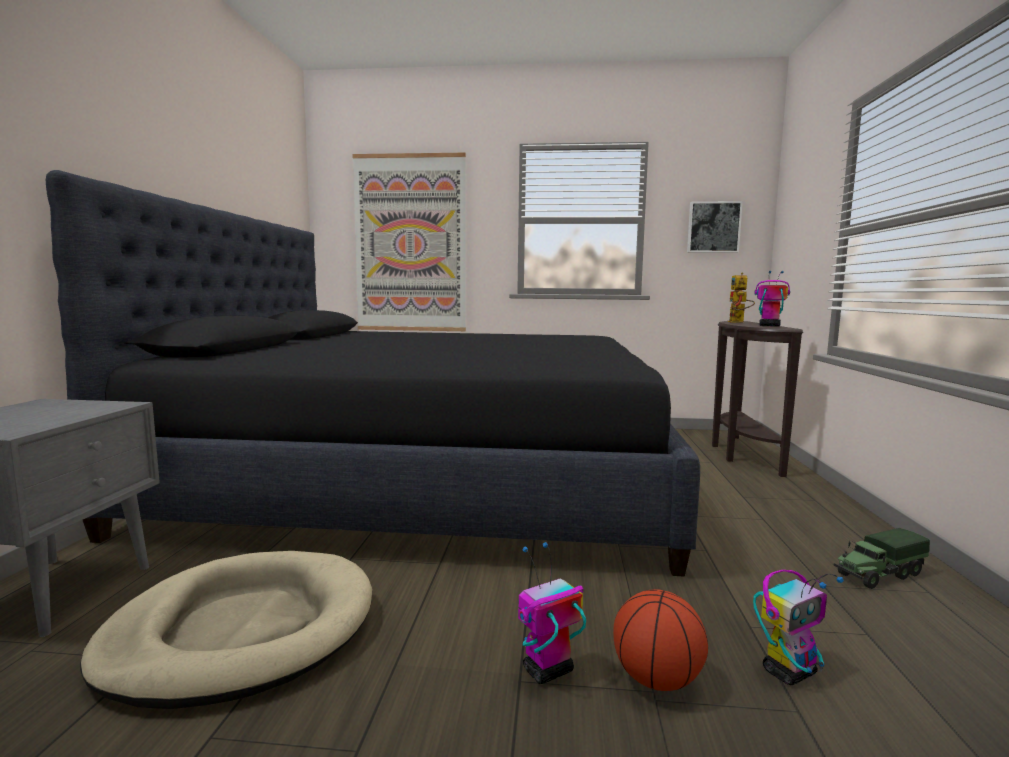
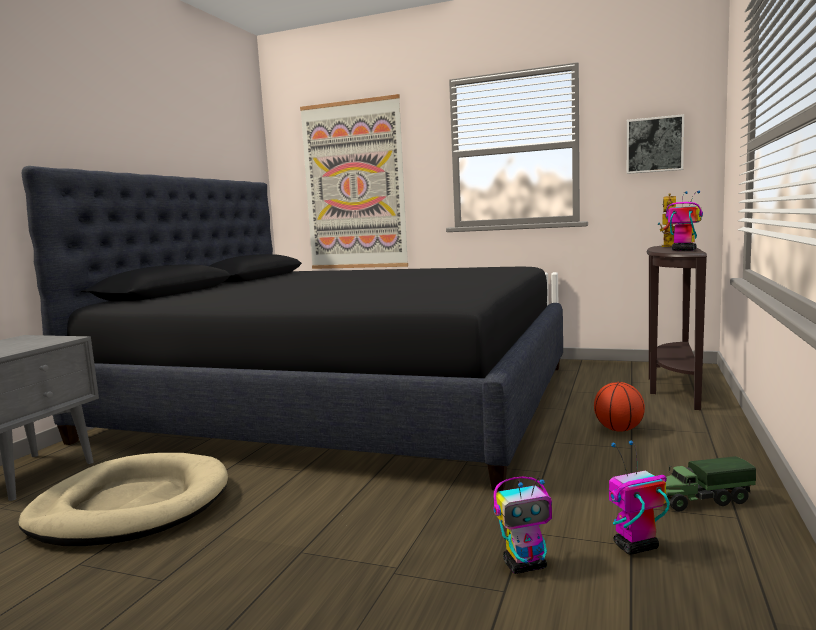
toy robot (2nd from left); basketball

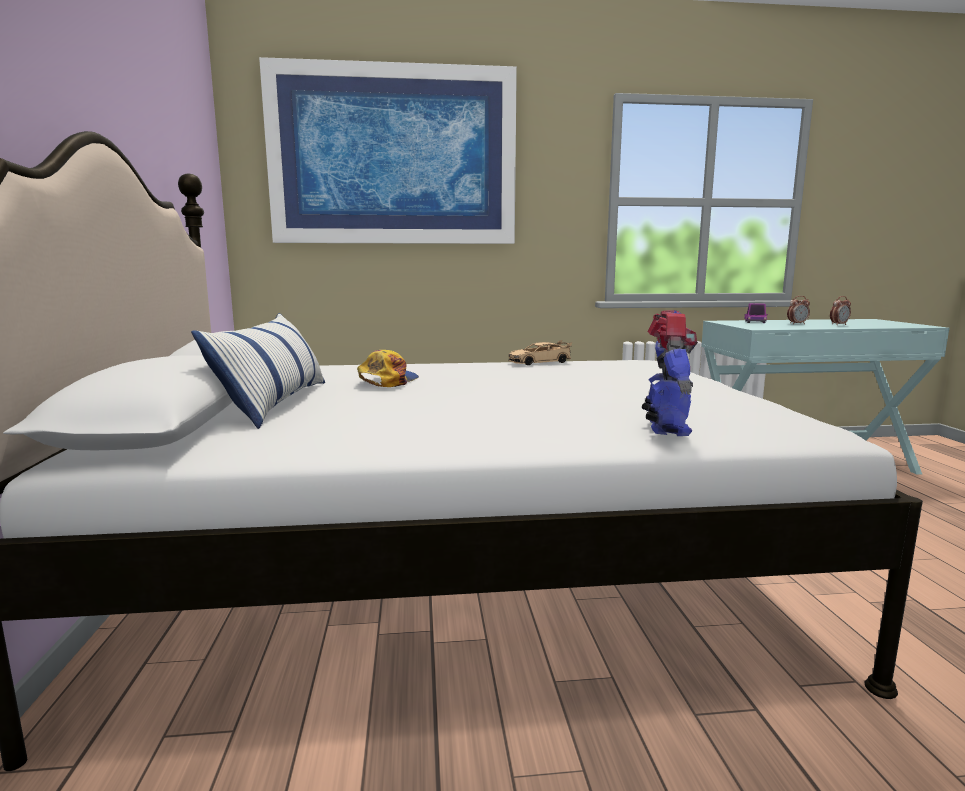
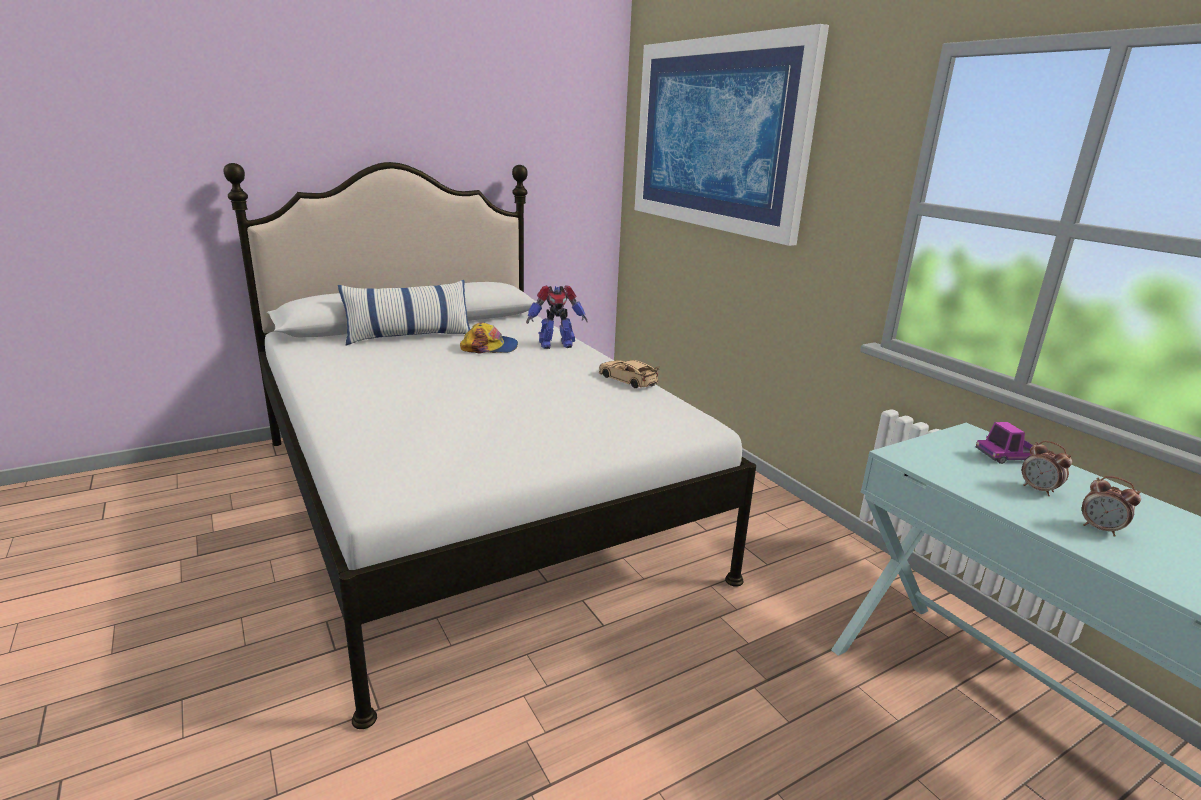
toy robot

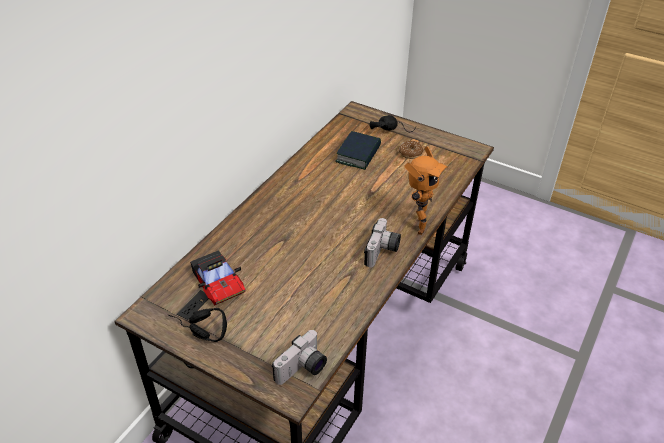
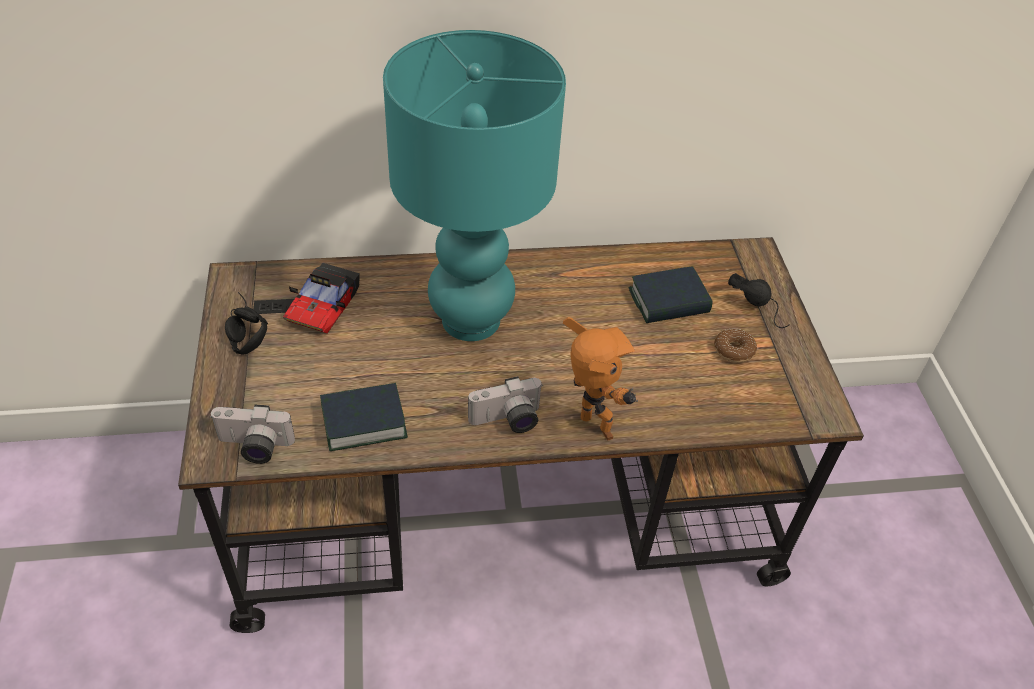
toy robot; table lamp (turquoise); book (1st from left)

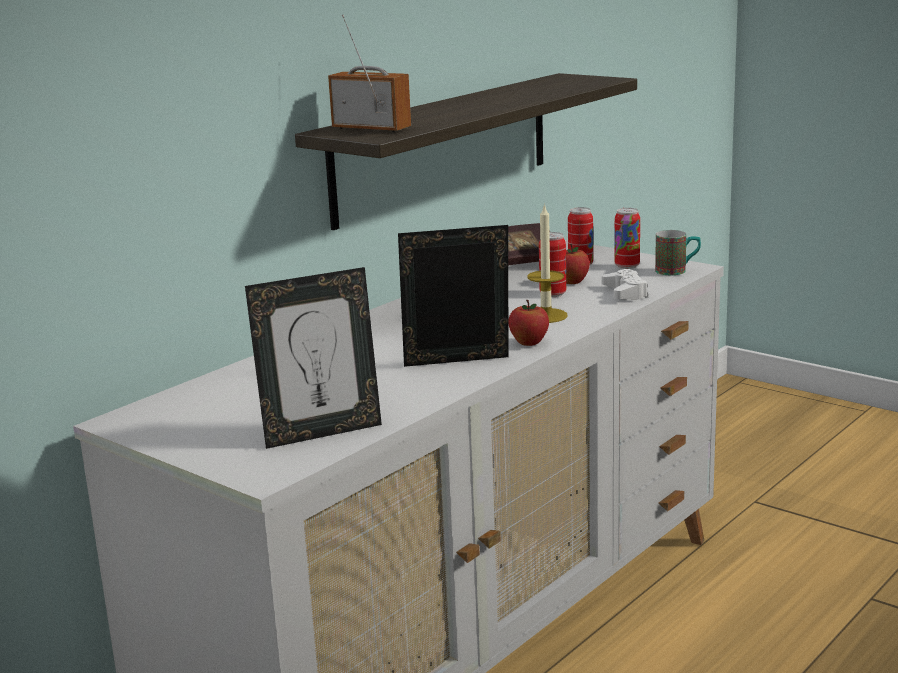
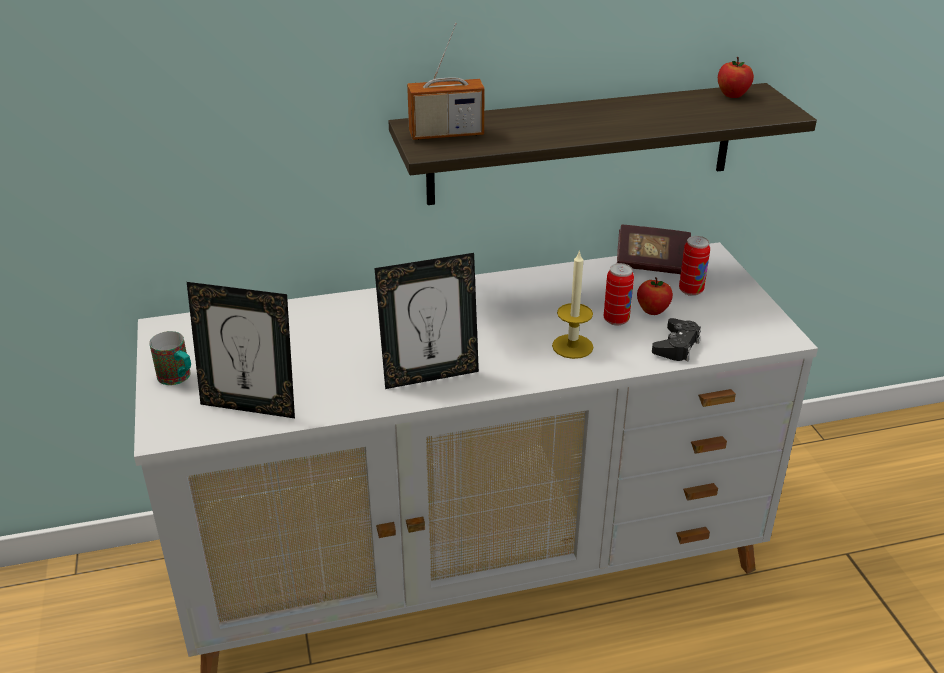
radio; can (3rd from left in the first image); picture frame (2nd from left); mug; game controller (black); apple (2nd from left)

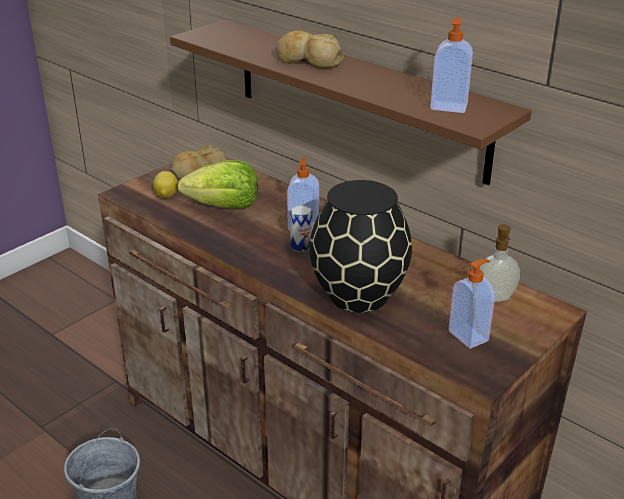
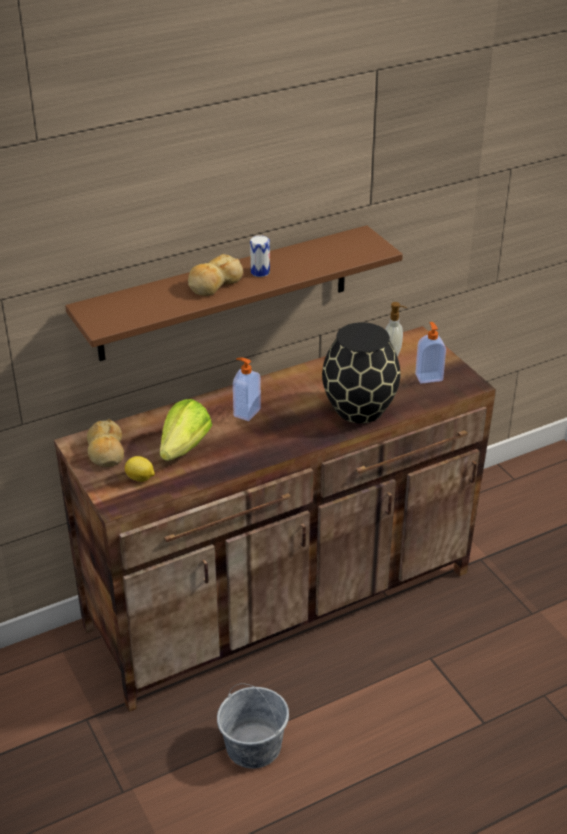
soap dispenser (2nd from left in the first image); can

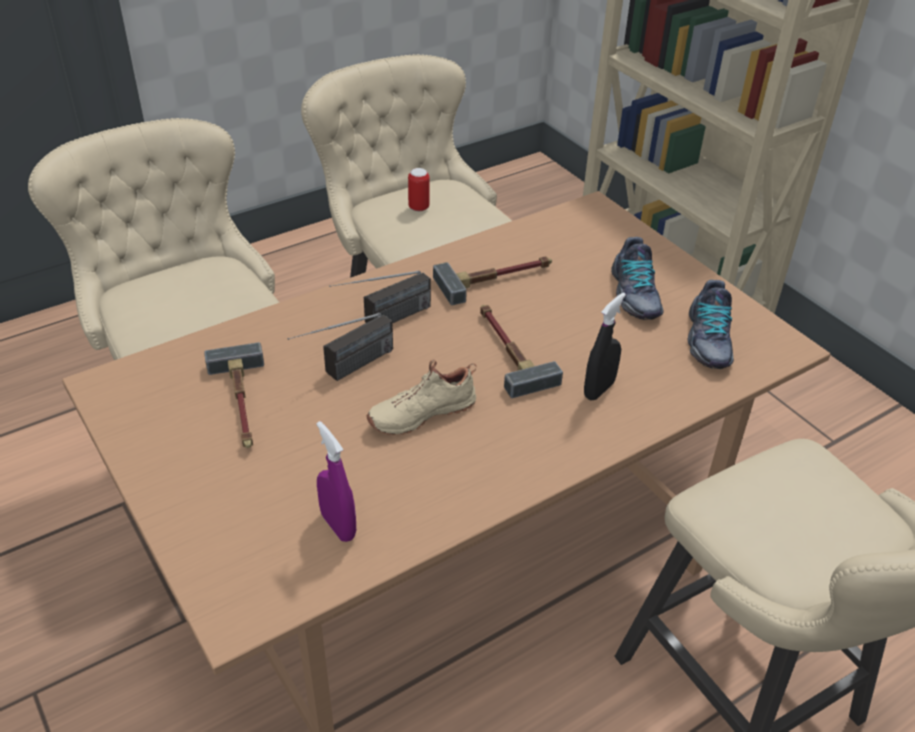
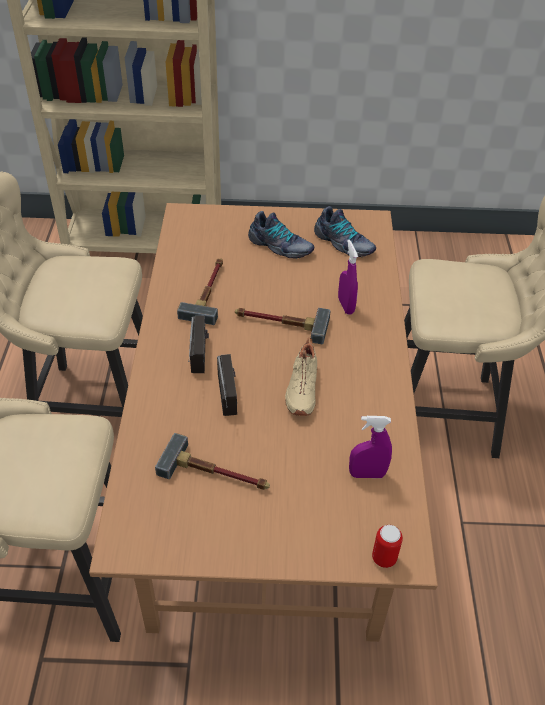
can; spray bottle (purple) (1st from left)

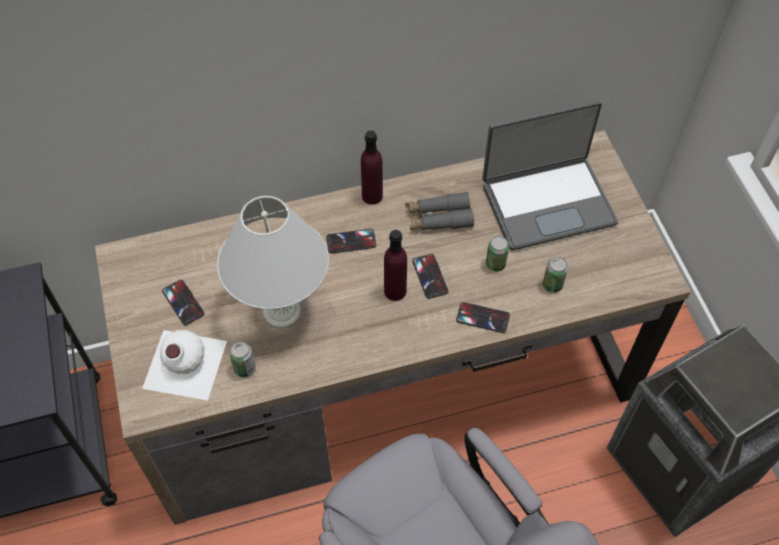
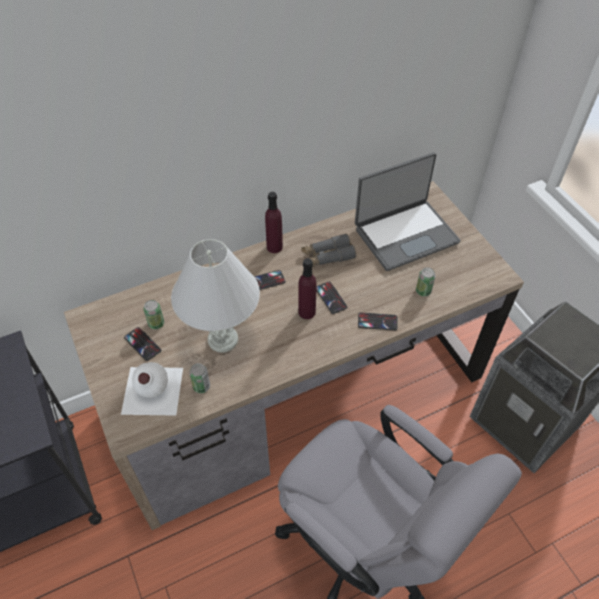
can (1st from left)

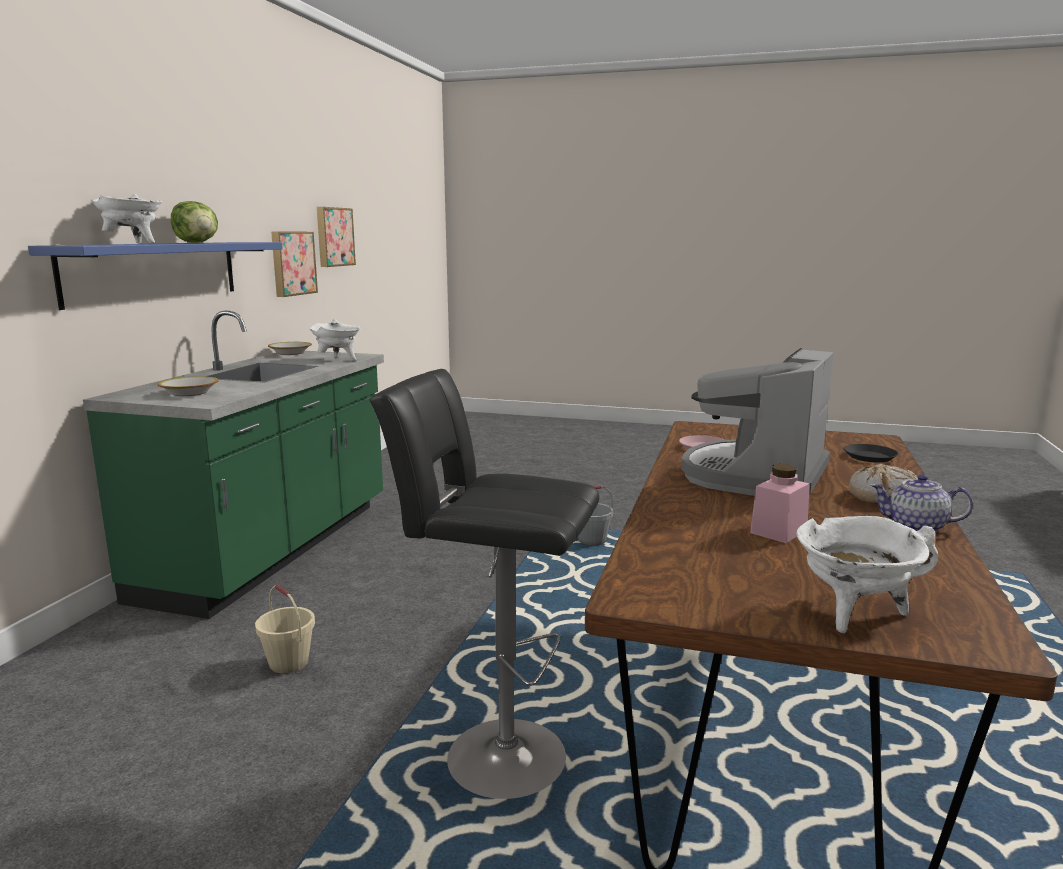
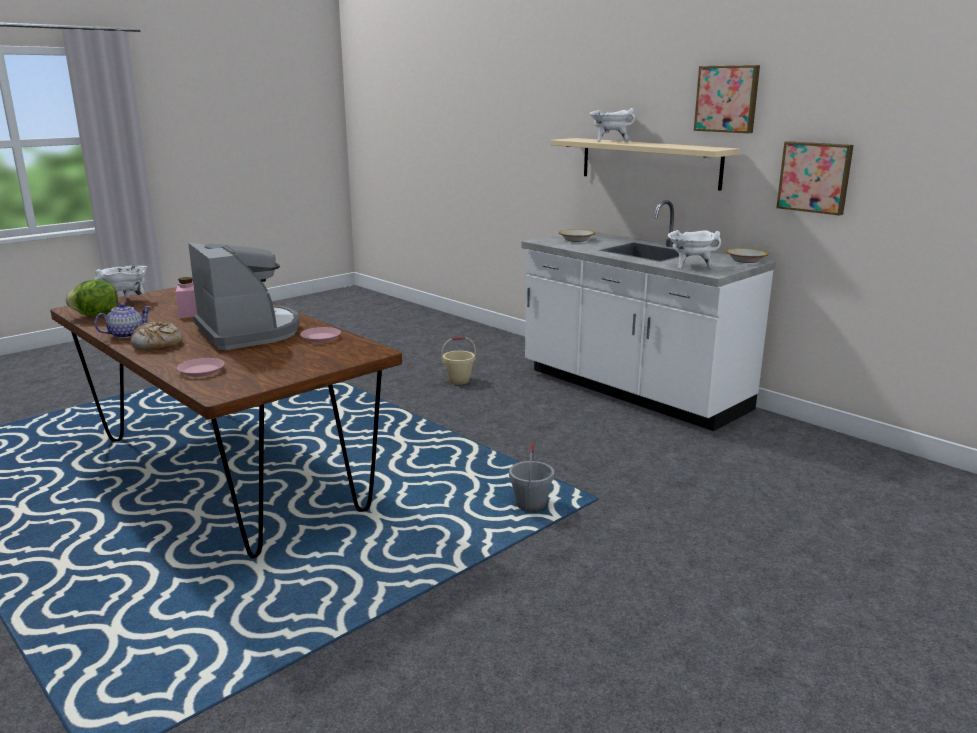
lettuce; picture (1st from left); shelf (beige); counter (white); stool (black); plate (pink) (1st from left)

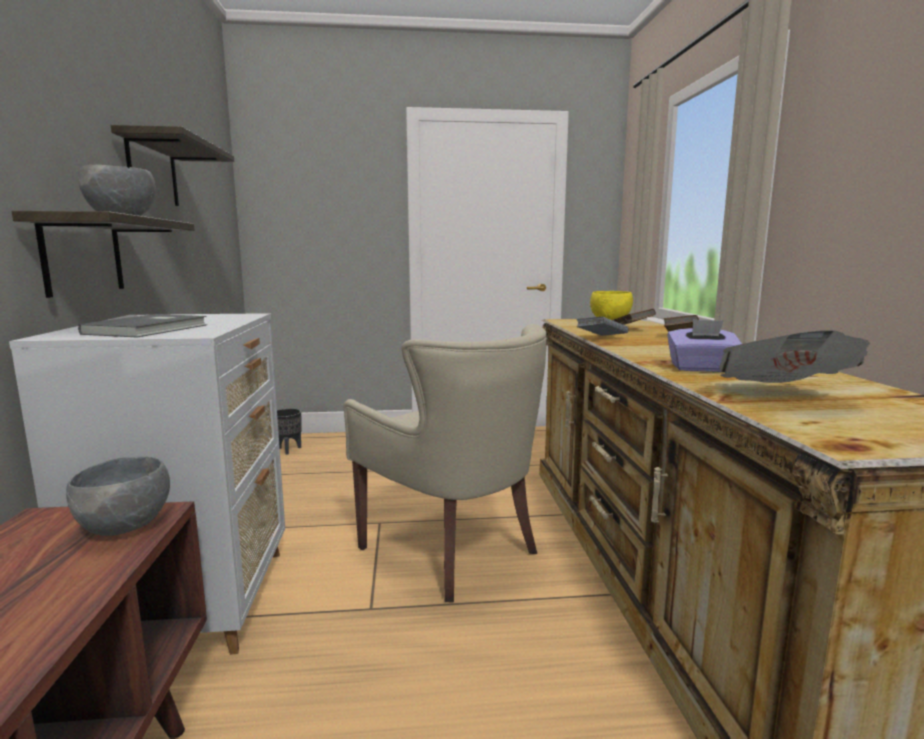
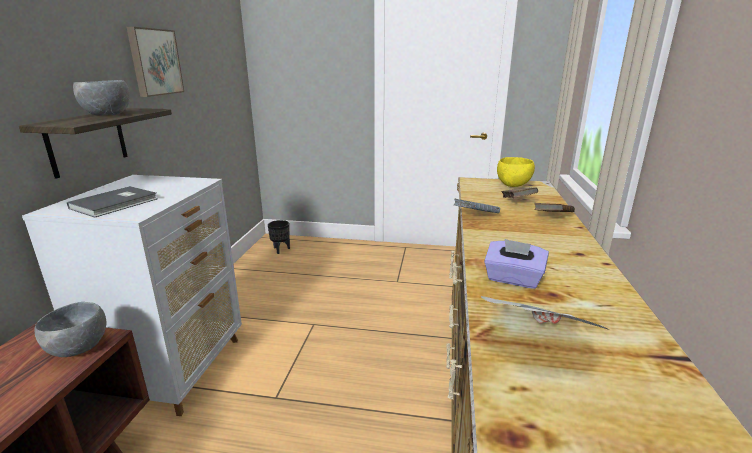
picture; armchair (beige)

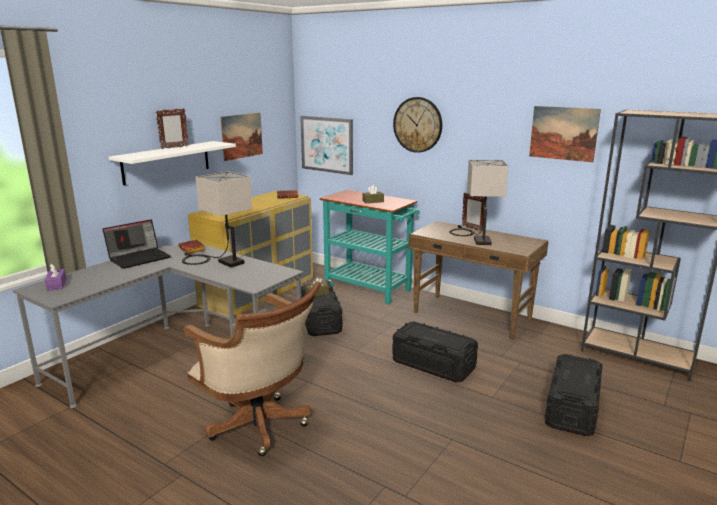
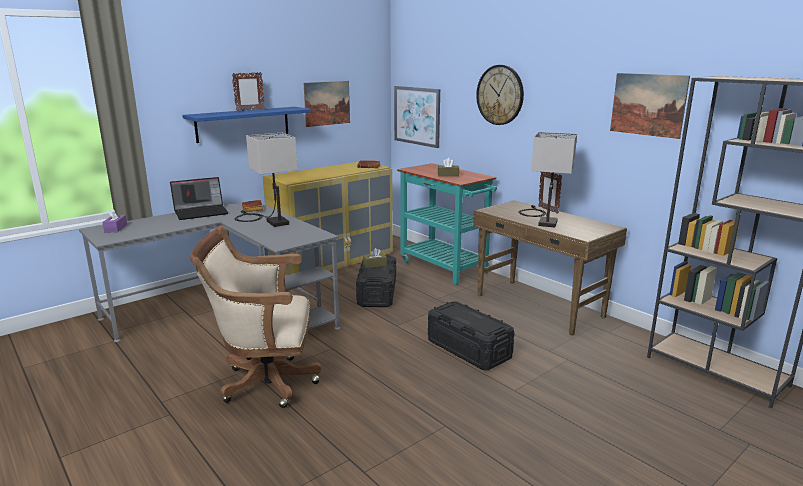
shelf (blue); office chair; storage box (black) (3rd from left in the first image)

